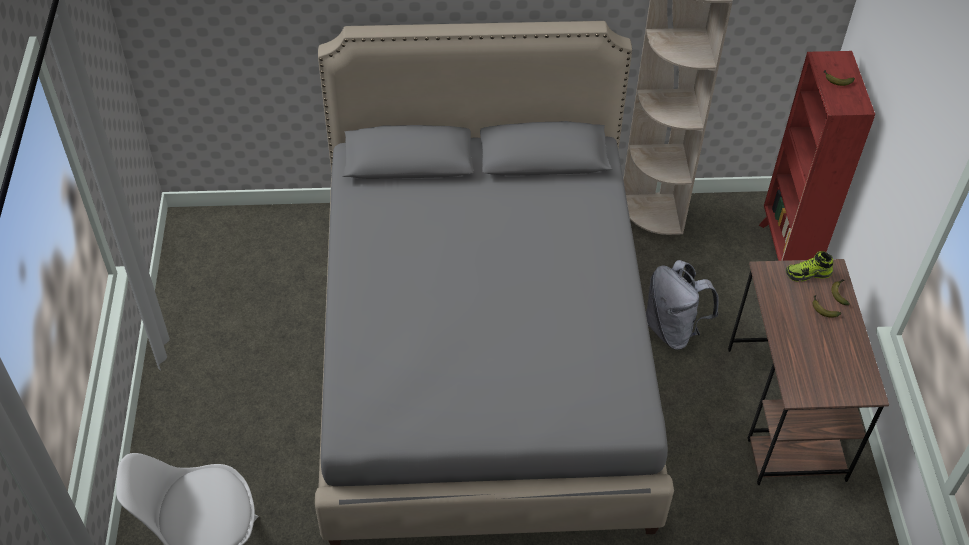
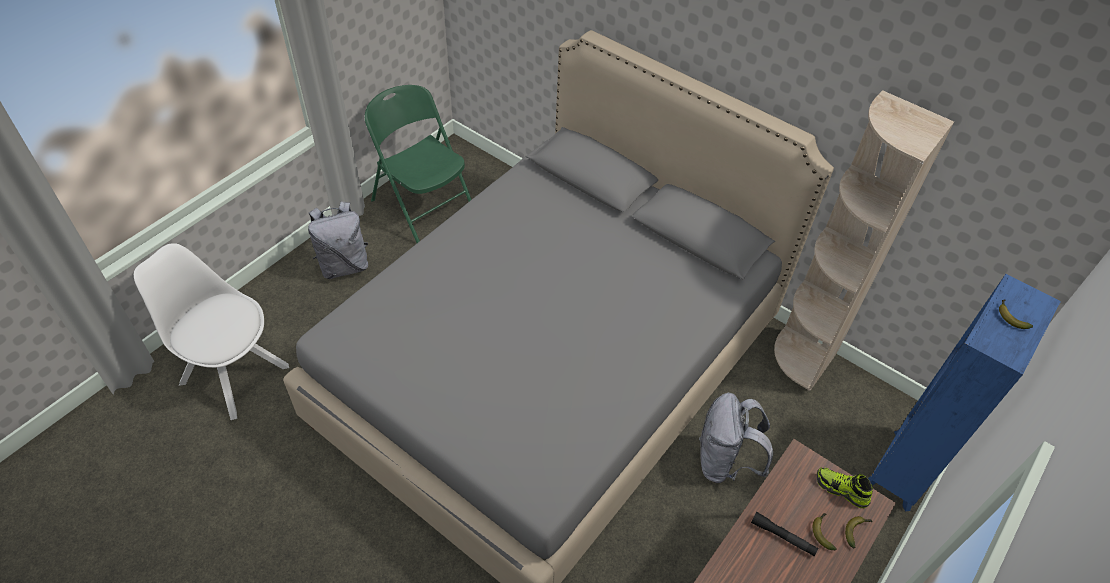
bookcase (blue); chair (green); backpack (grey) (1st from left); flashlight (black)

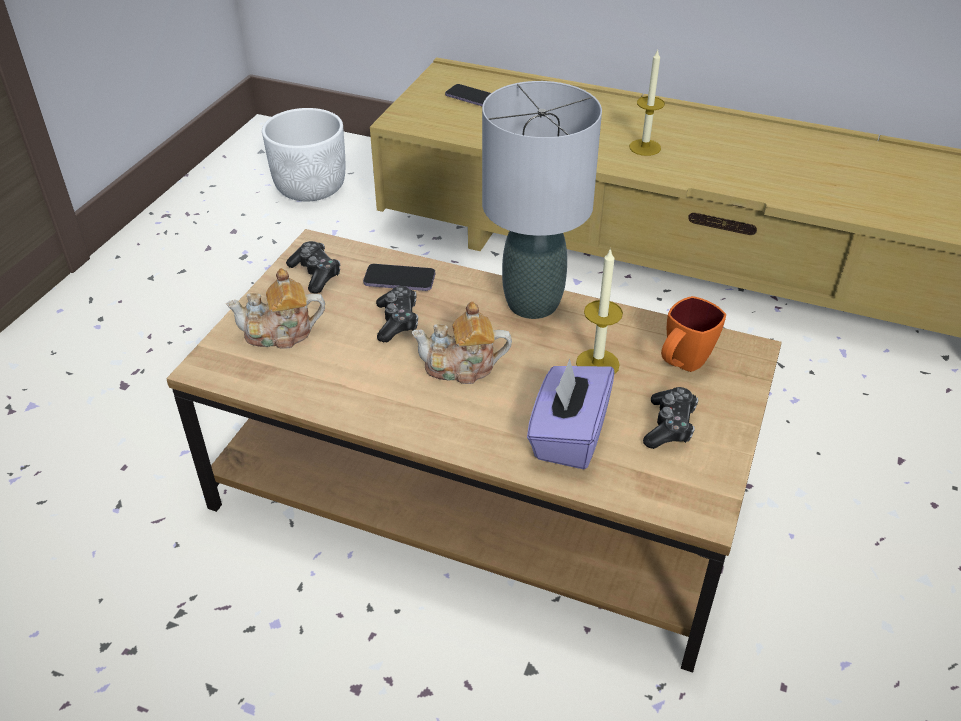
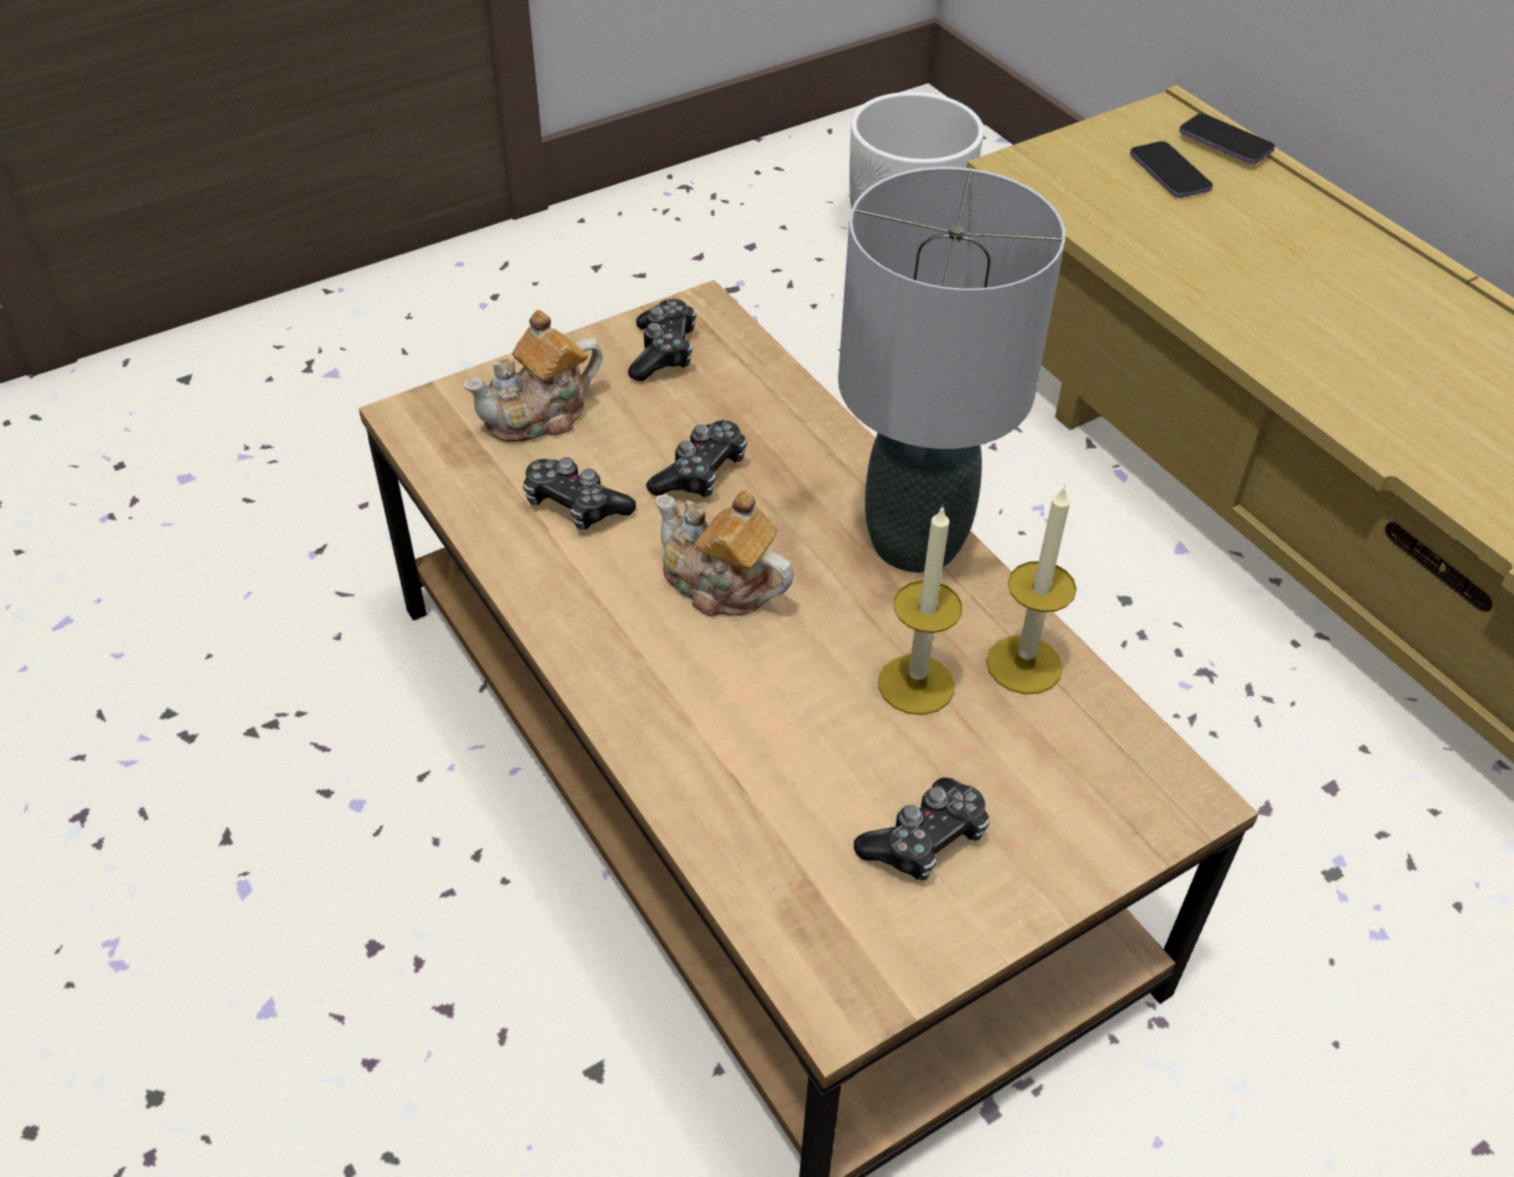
candle (2nd from left); phone (2nd from left); teapot (1st from left); mug (orange); tissue box (purple); game controller (1st from left)

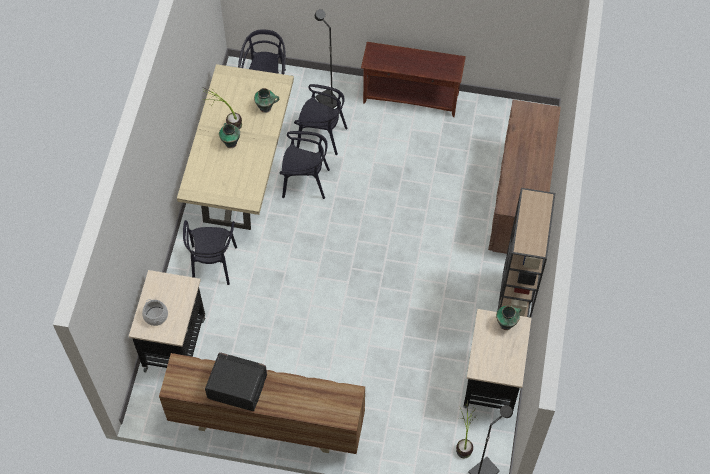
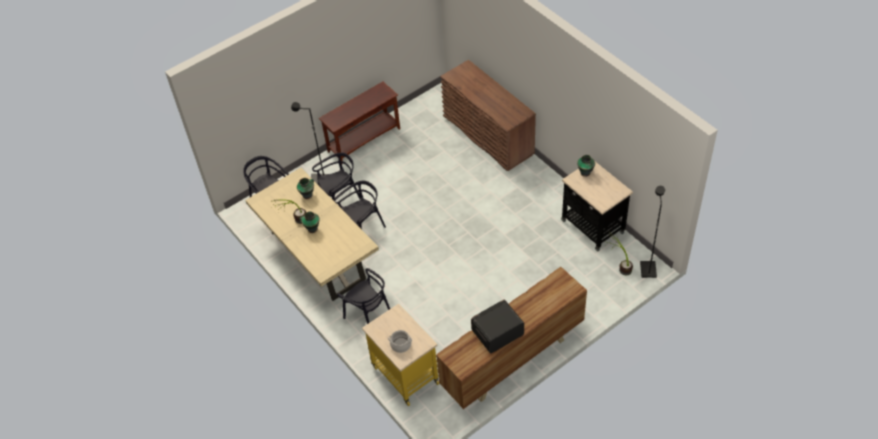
bookcase; cart (yellow)

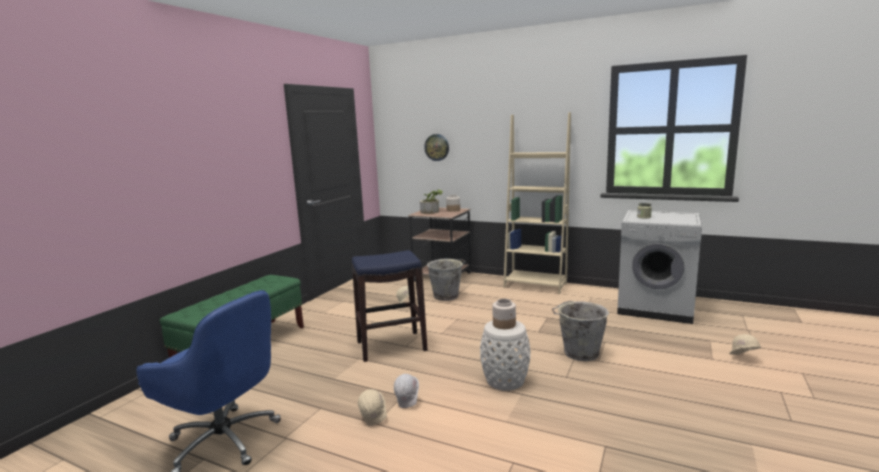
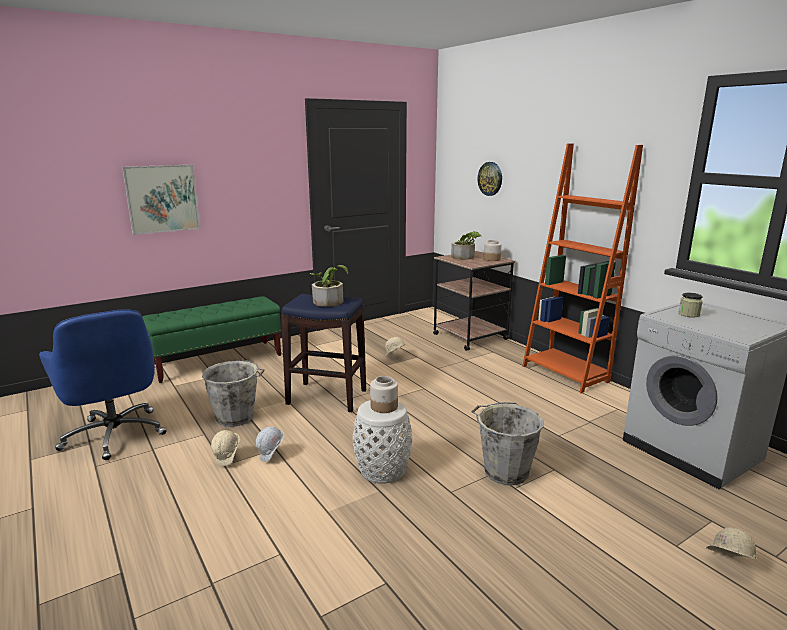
bookcase (orange); bucket (grey) (1st from left); picture; potted plant (1st from left)

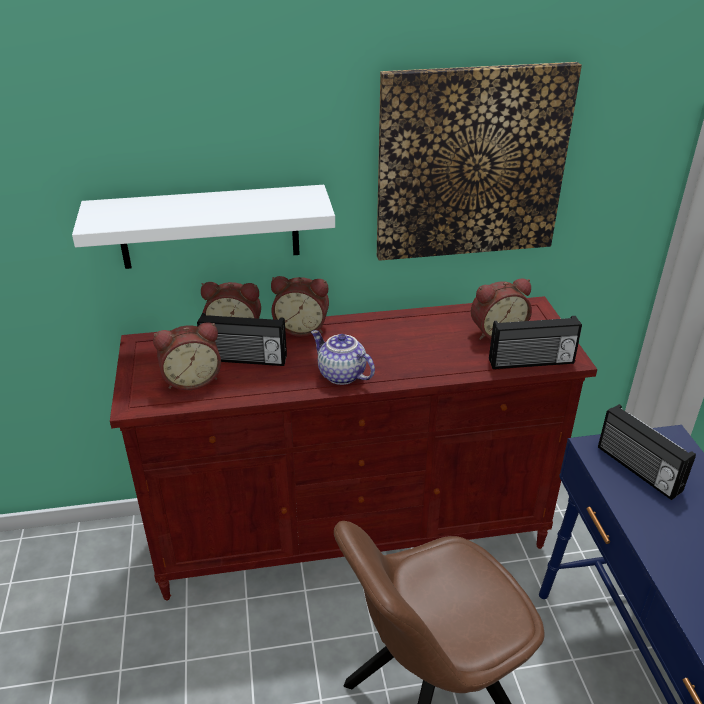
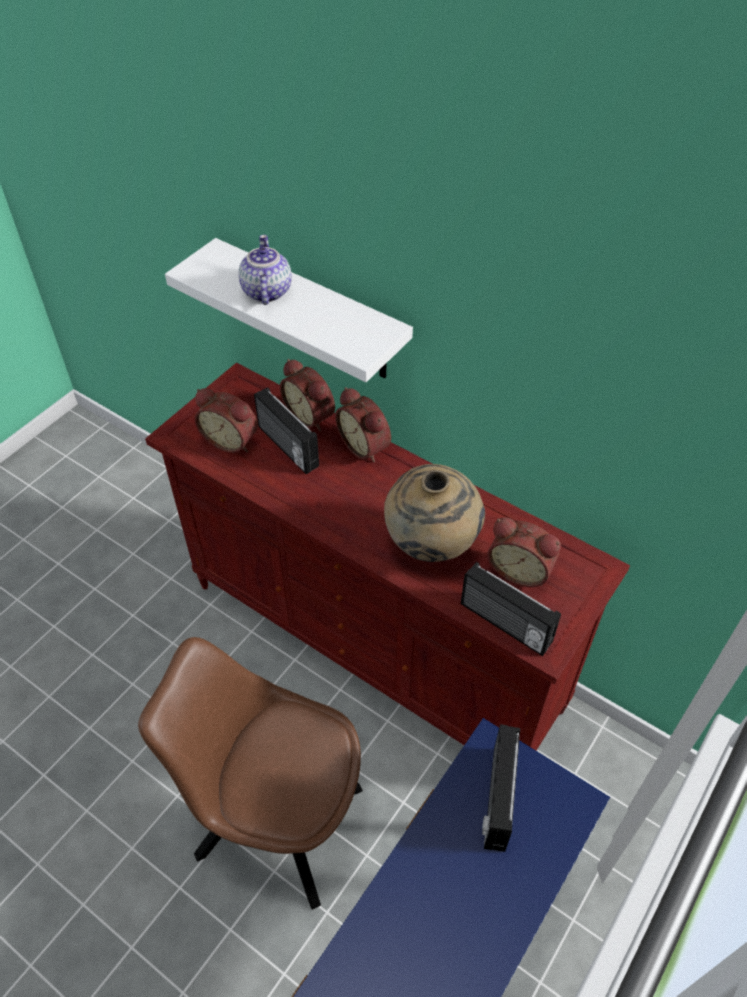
picture; teapot; vase (beige)

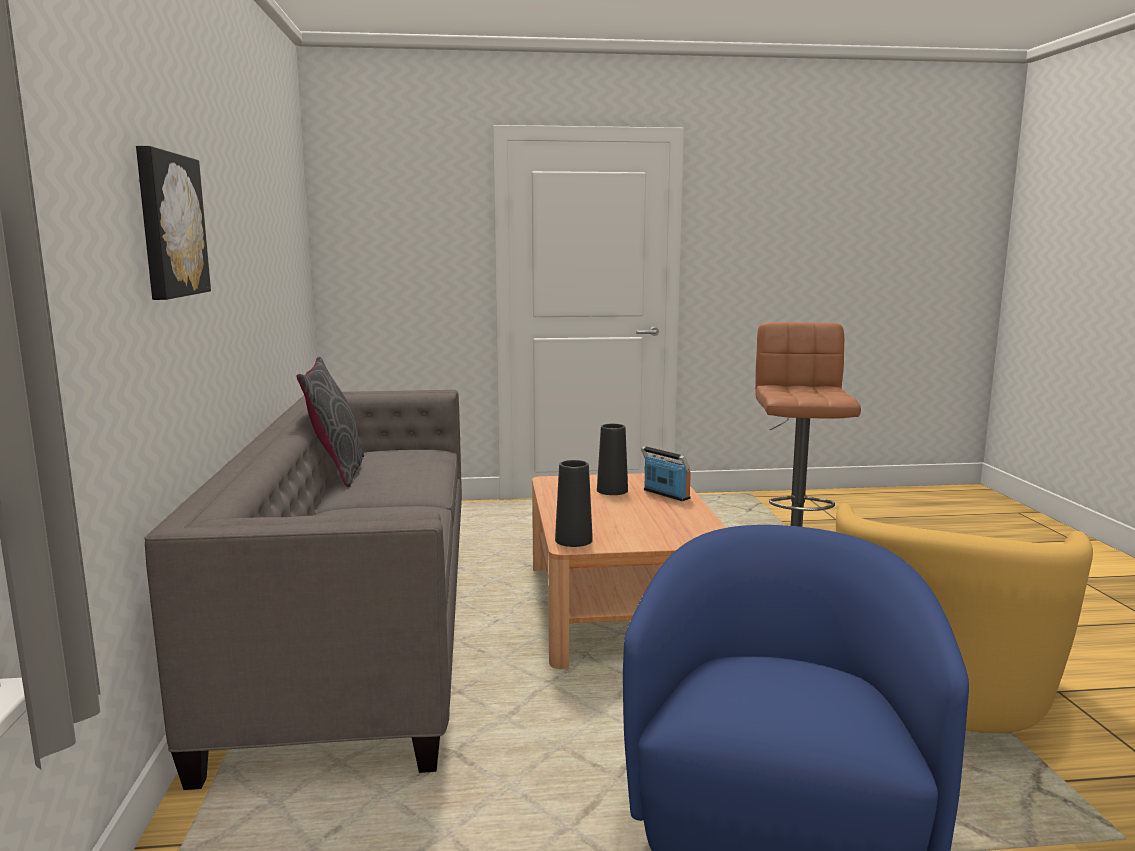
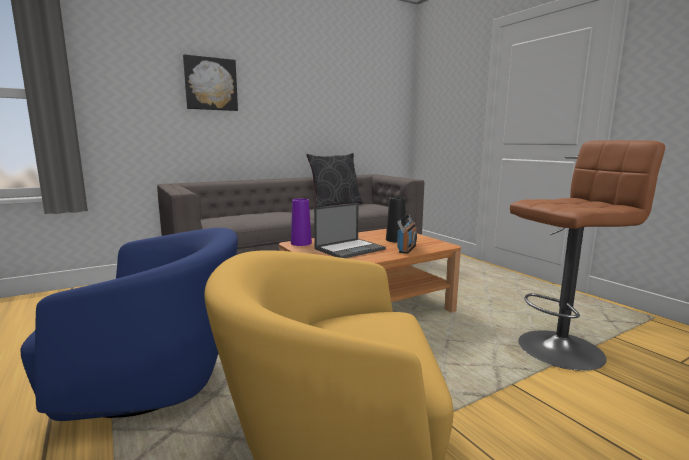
vase (purple); laptop

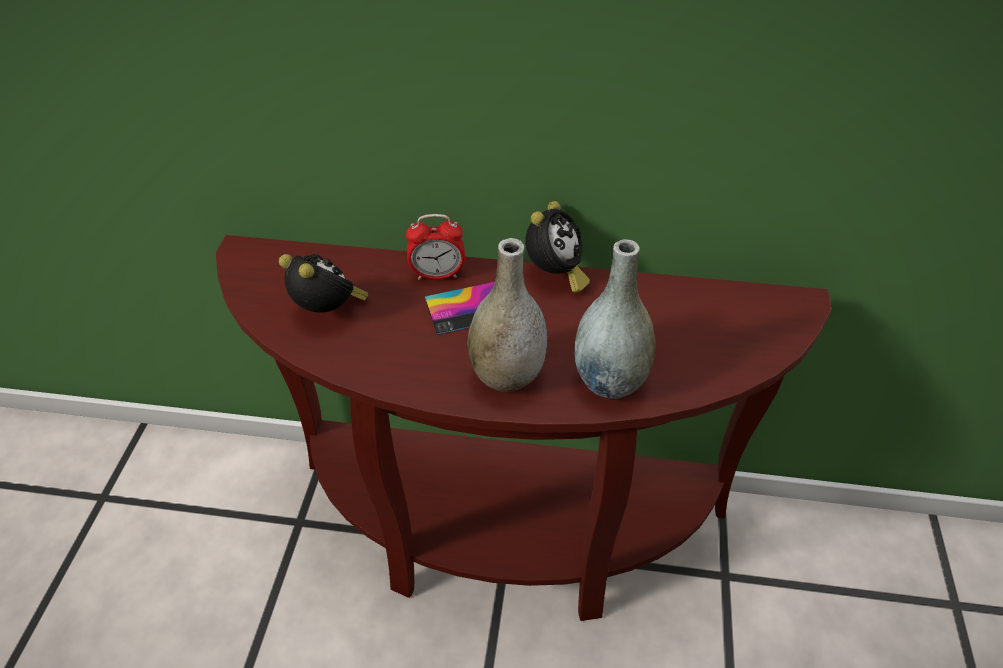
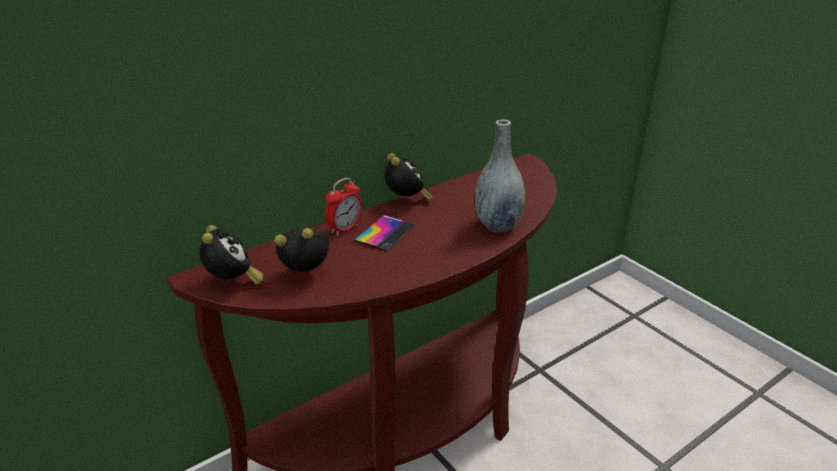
vase (grey) (1st from left in the first image); alarm clock (1st from left)

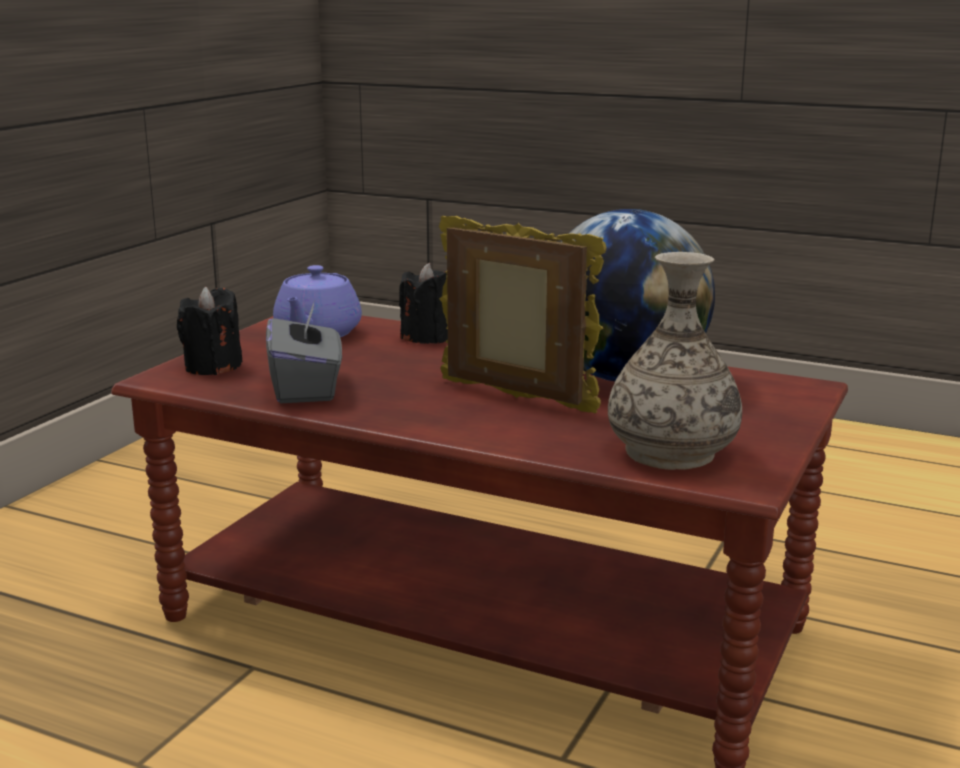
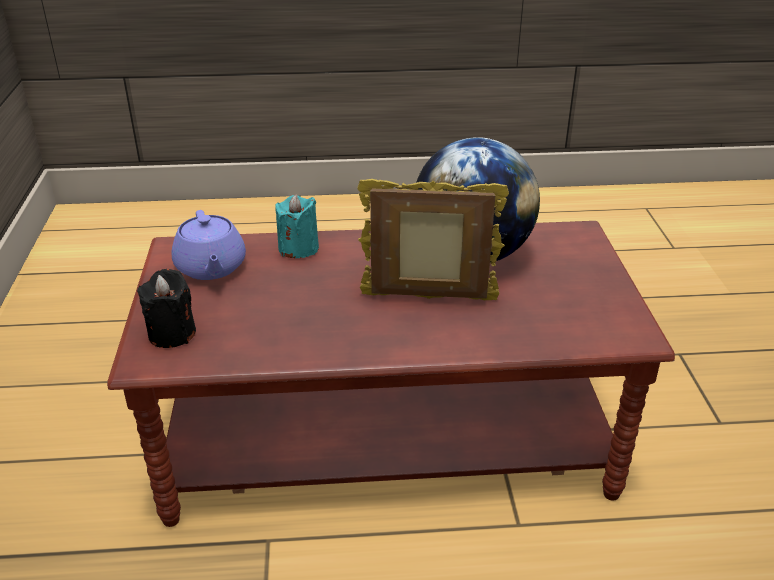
vase; candle (turquoise); tissue box (grey)

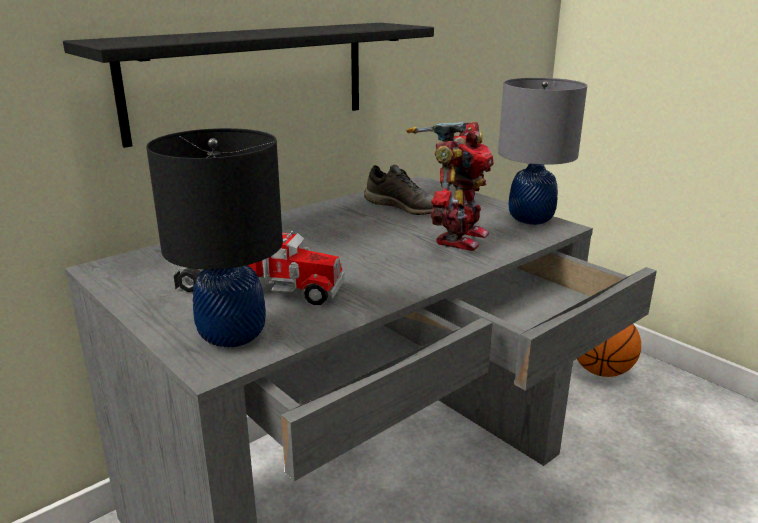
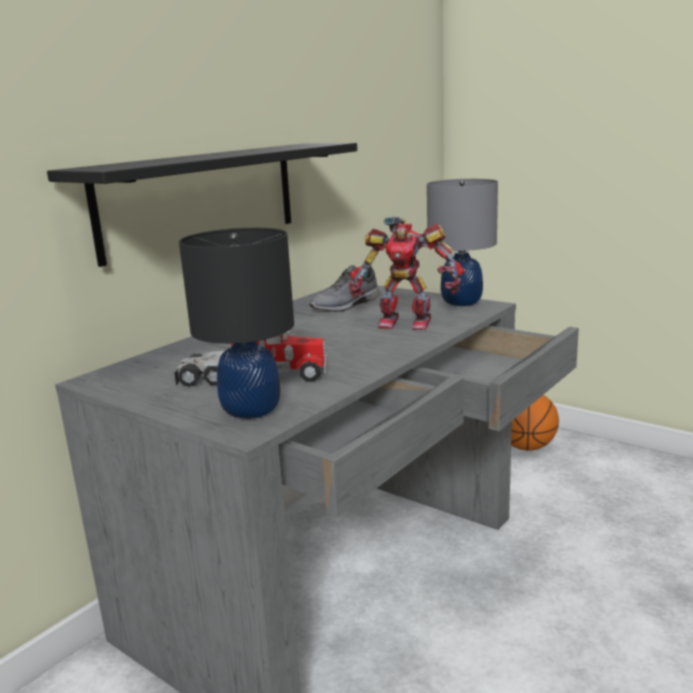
toy robot; shoe (grey)

